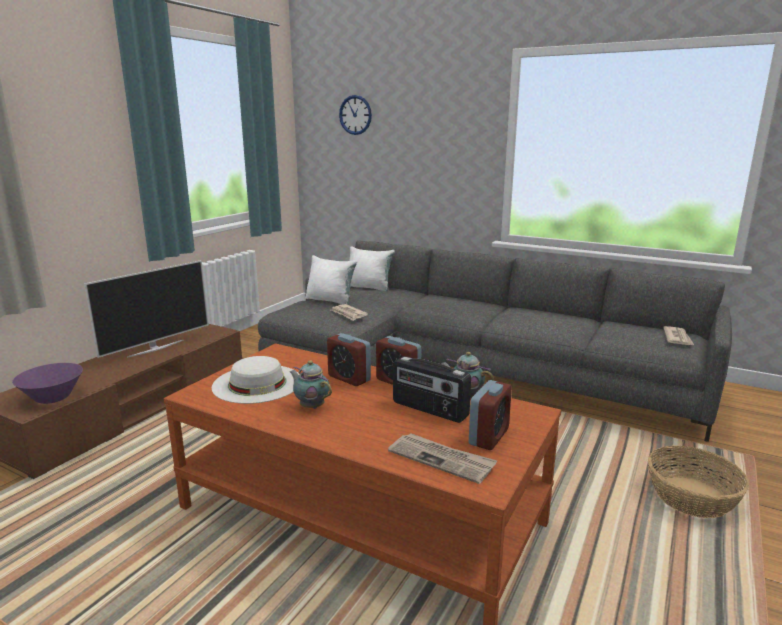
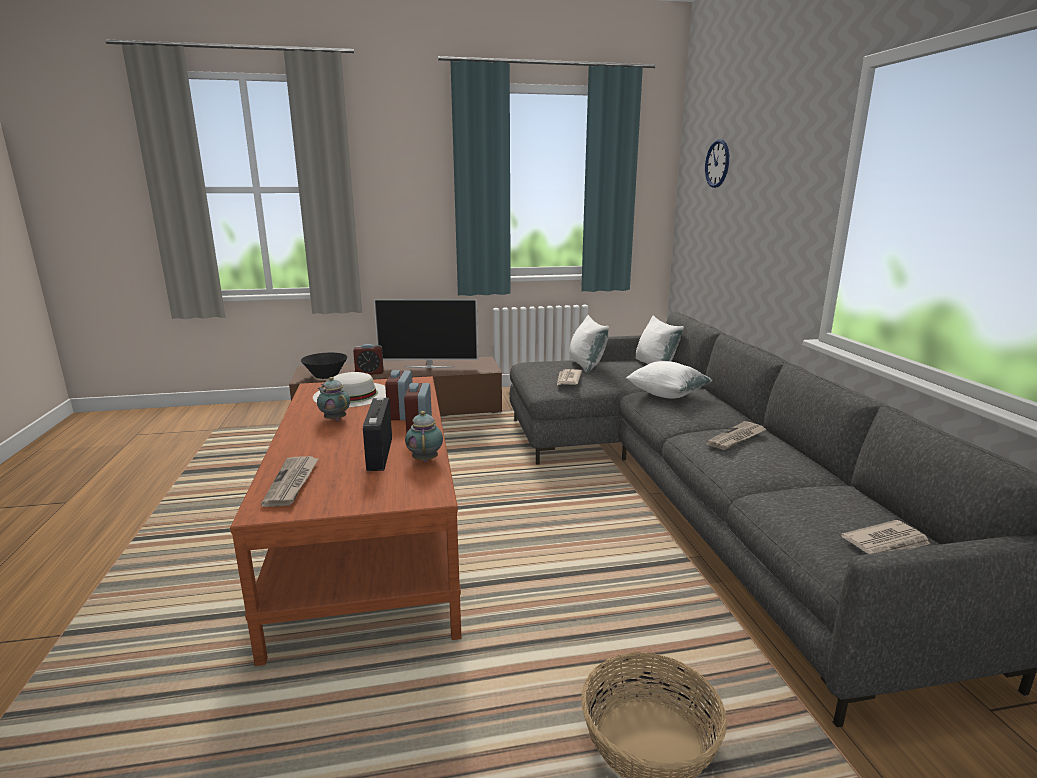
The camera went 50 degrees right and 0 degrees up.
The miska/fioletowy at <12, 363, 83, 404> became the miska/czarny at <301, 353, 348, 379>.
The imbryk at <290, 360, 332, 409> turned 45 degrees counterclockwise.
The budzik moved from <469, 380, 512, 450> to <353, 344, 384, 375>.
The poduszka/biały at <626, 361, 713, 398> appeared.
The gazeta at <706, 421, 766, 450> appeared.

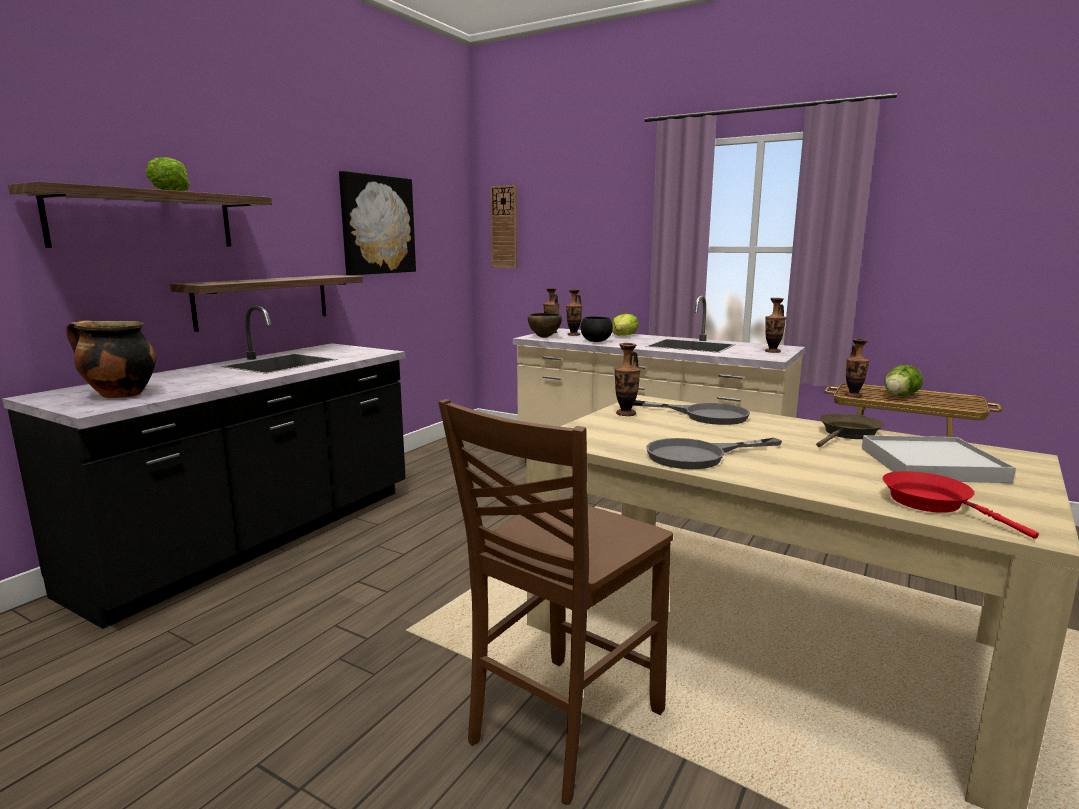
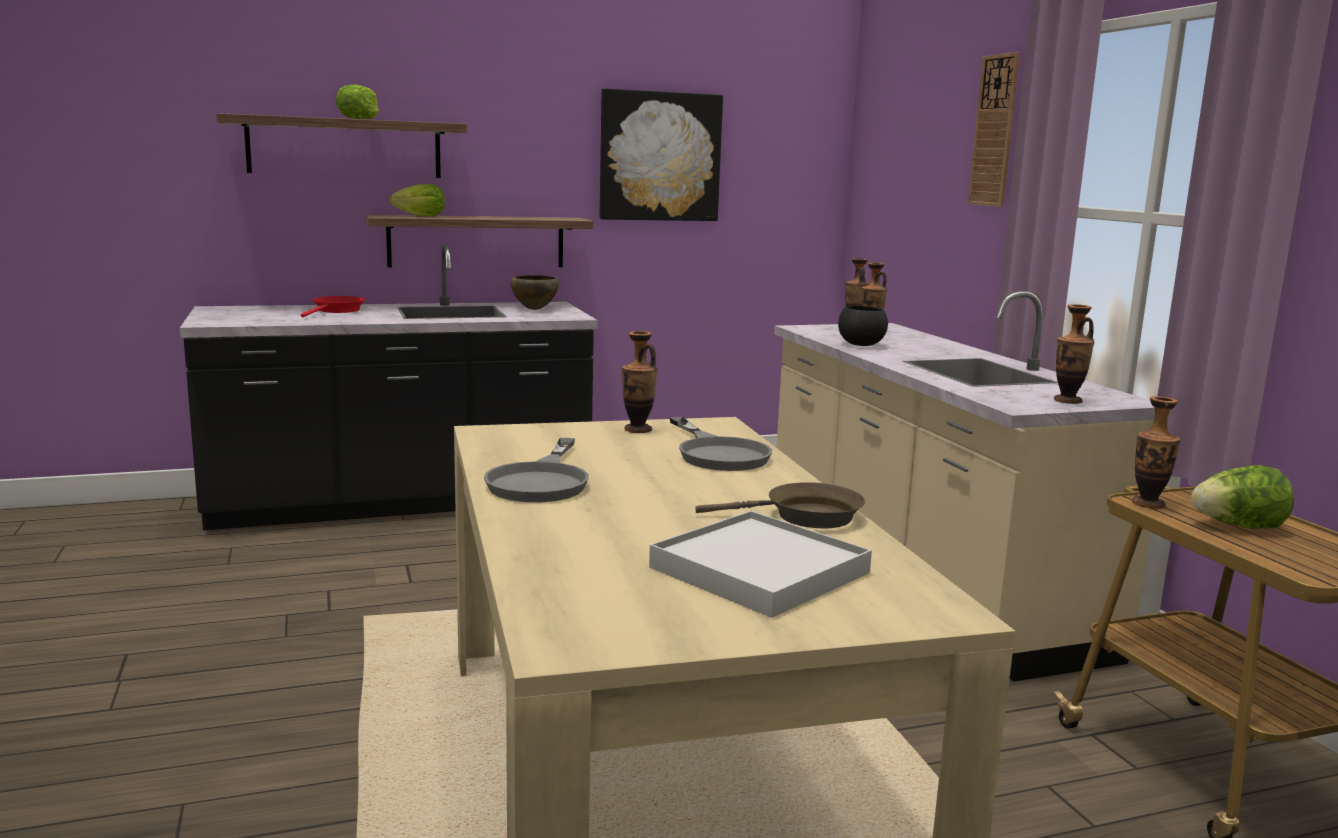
The camera went 40 degrees right and 0 degrees up.
The patelnia/czerwony moved from <883, 471, 1039, 539> to <301, 296, 366, 318>.
The sałata moved from <612, 314, 639, 336> to <390, 184, 445, 216>.
The patelnia/szary at <646, 438, 782, 469> turned 105 degrees counterclockwise.
The miska/brązowy moved from <528, 313, 562, 338> to <511, 275, 559, 310>.
The zegar ścienny moved from <490, 185, 517, 268> to <968, 52, 1020, 207>.
The garnek at <66, 320, 156, 398> disappeared.
The krzesło/brązowy at <438, 399, 673, 805> disappeared.

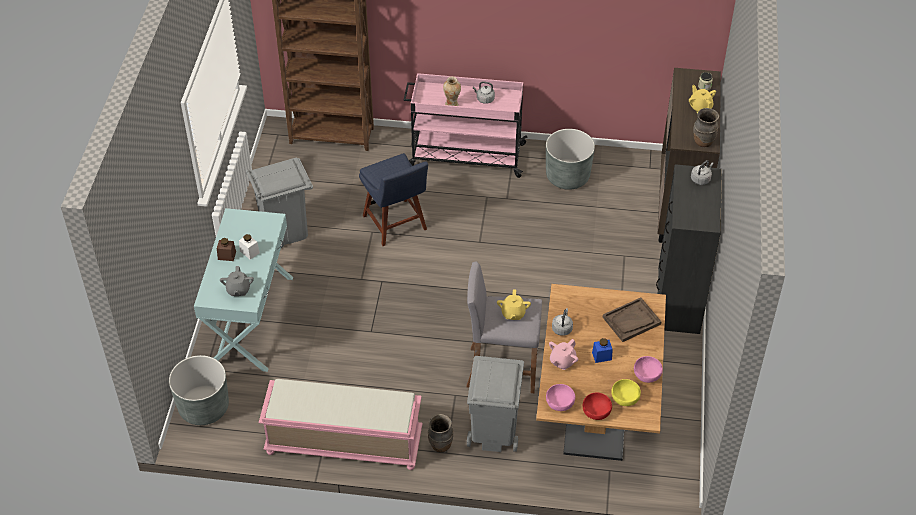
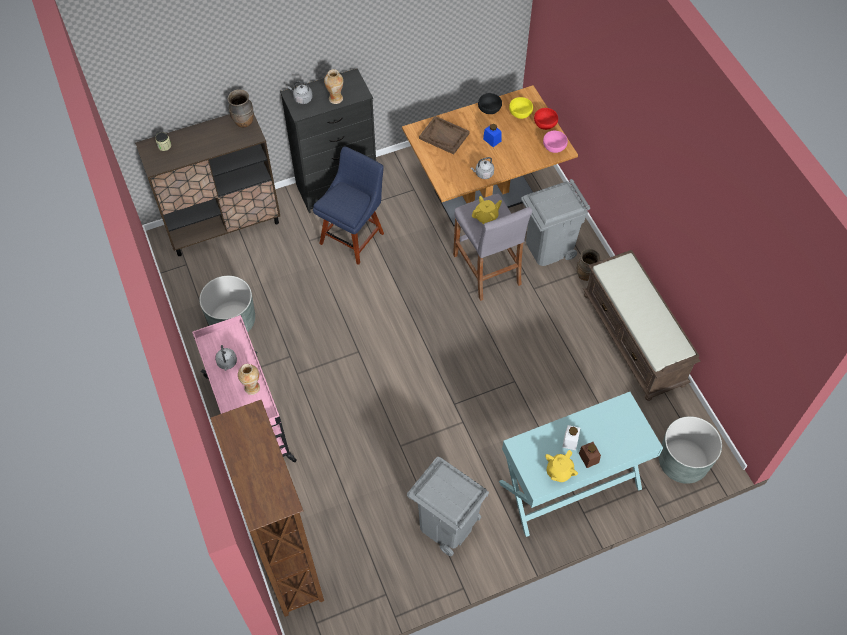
The camera went 120 degrees left and 10 degrees up.
The krzesło/niebieski moved from <359, 153, 428, 246> to <313, 146, 384, 265>.
The wazon at <324, 69, 343, 104> appeared.
The miska/różowy at <634, 356, 663, 383> became the miska/czarny at <478, 93, 502, 114>.
The imbryk/żółty moved from <689, 85, 716, 113> to <545, 450, 578, 482>.
The ławka/różowy at <259, 379, 423, 470> became the ławka/brązowy at <583, 250, 700, 401>.
The imbryk/szary at <220, 266, 254, 296> disappeared.
The imbryk/różowy at <549, 339, 578, 370> disappeared.

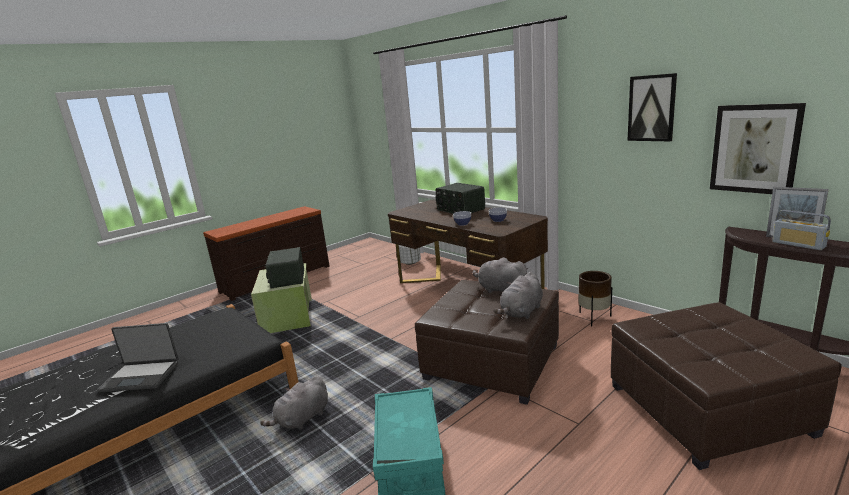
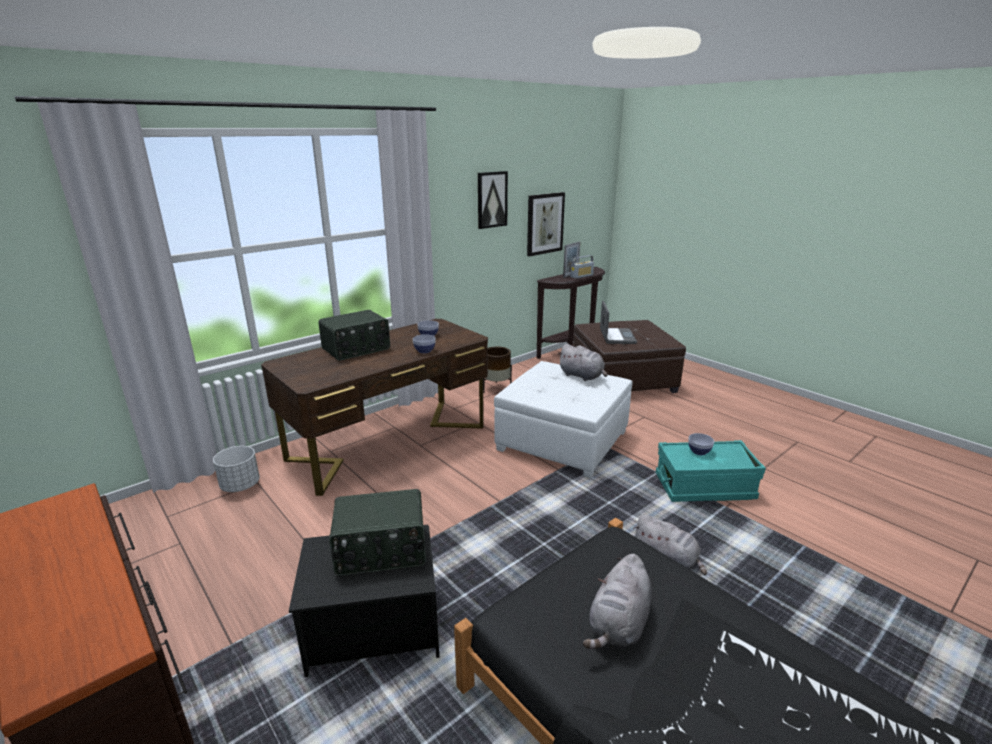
The camera went 90 degrees left and 5 degrees up.
The pojemnik do przechowywania/zielony at <251, 263, 312, 333> became the pojemnik do przechowywania/czarny at <289, 525, 439, 677>.
The pufa/brązowy at <415, 280, 559, 405> became the pufa/biały at <494, 361, 632, 478>.
The pluszak/szary moved from <472, 258, 528, 293> to <583, 554, 652, 649>.
The laptop moved from <97, 323, 178, 392> to <600, 301, 637, 344>.
The miska at <688, 433, 714, 455> appeared.

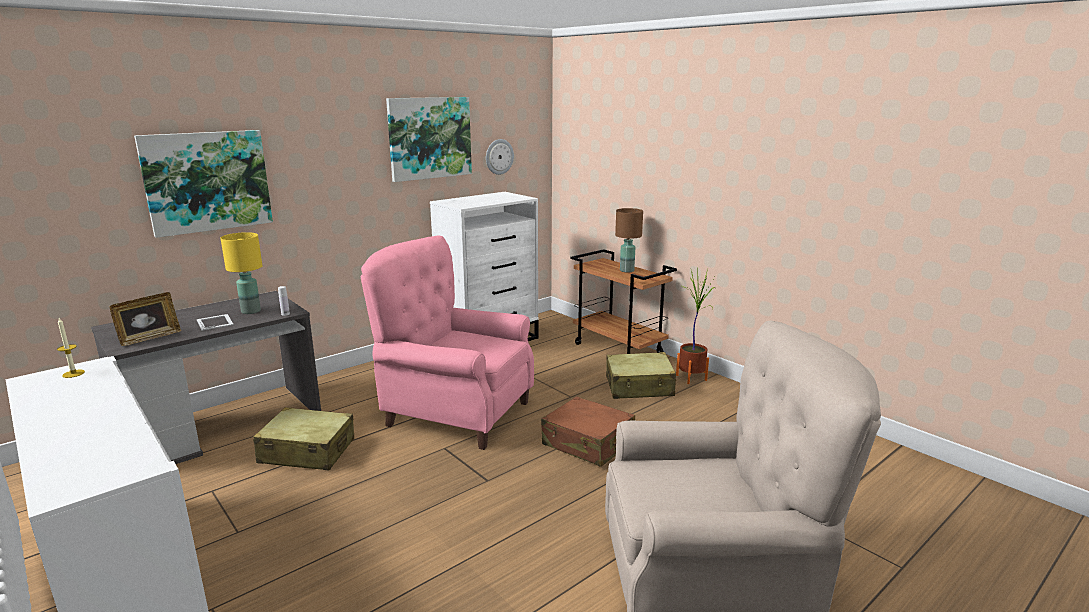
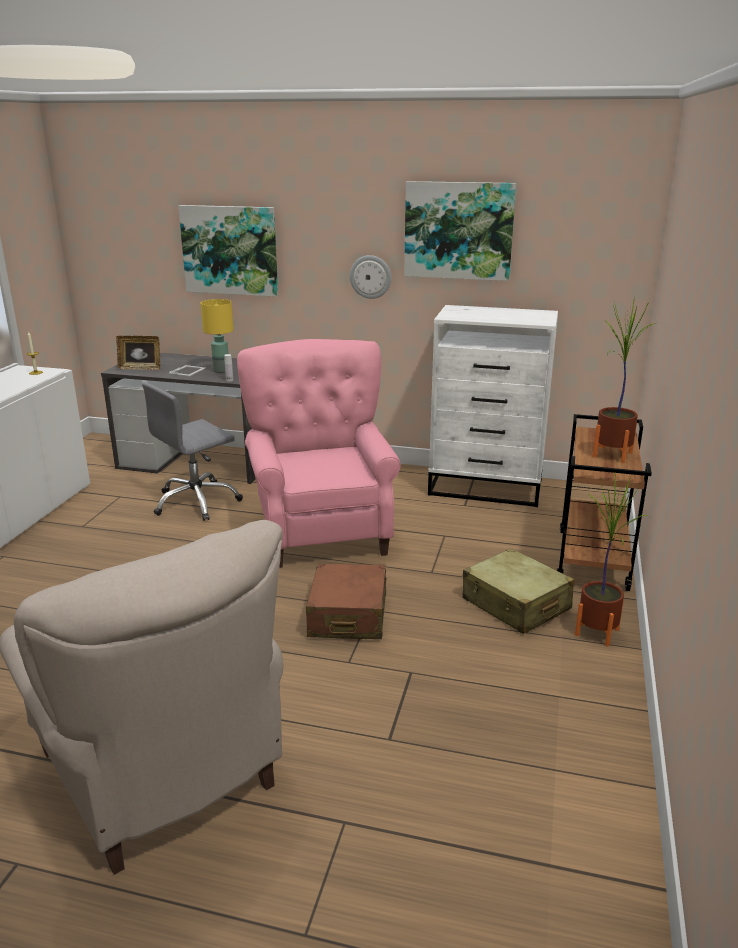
The camera went 55 degrees right and 5 degrees up.
The walizka/beżowy at <253, 407, 354, 470> was replaced by the krzesło biurowe/szary at <142, 382, 243, 521>.
The zegar ścienny moved from <486, 139, 514, 175> to <350, 255, 391, 299>.
The lampa stołowa/brązowy at <615, 208, 643, 273> was replaced by the roślina doniczkowa at <593, 297, 658, 463>.

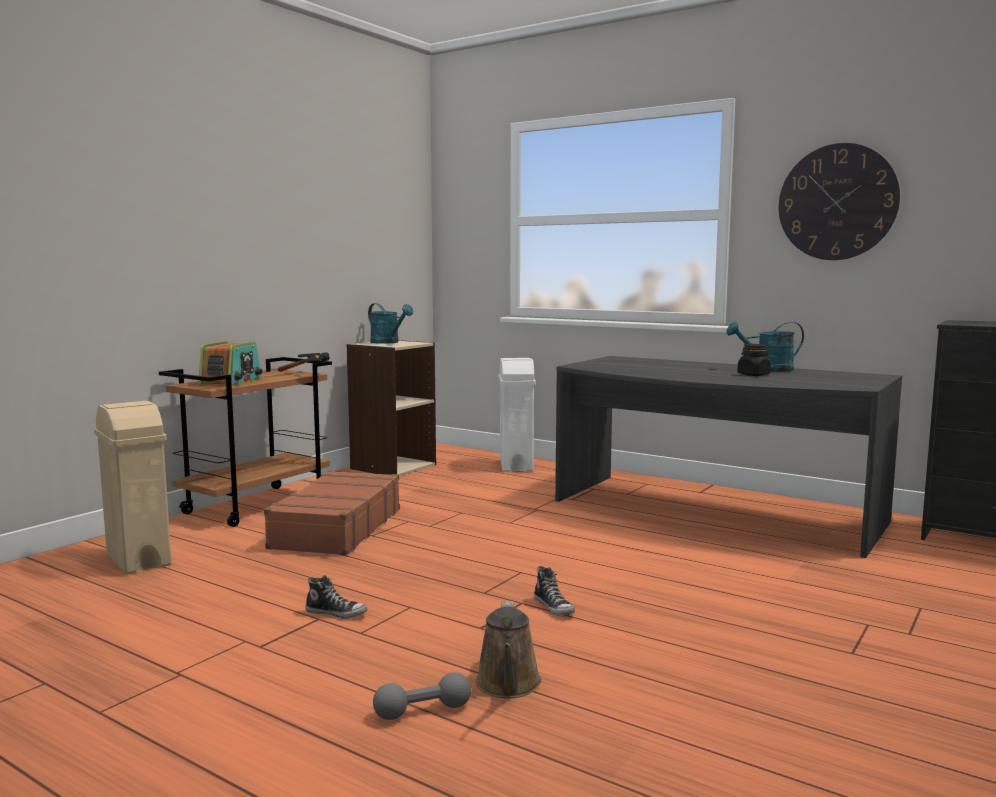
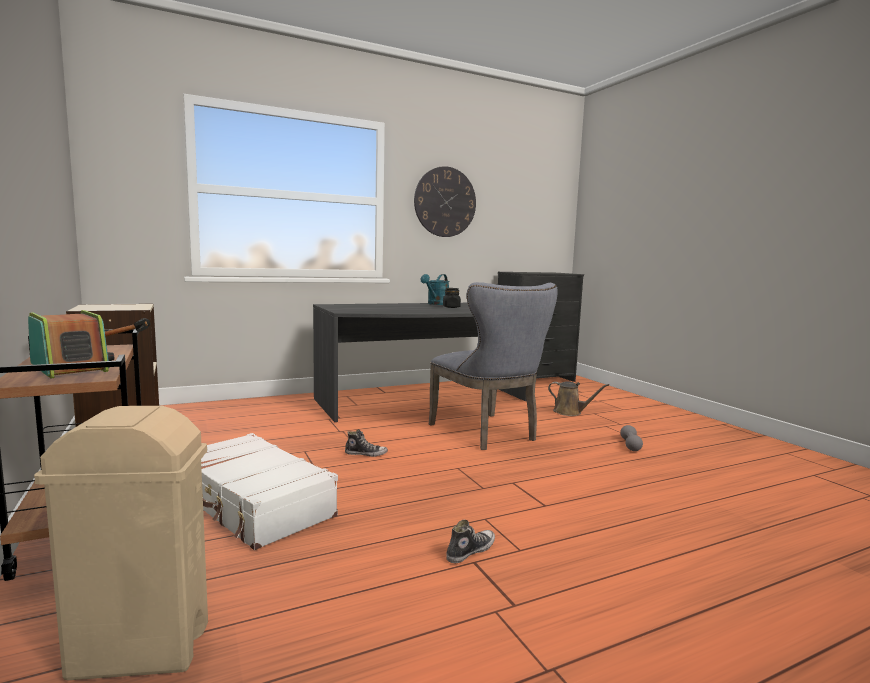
The camera went 60 degrees left and 0 degrees up.
The walizka/brązowy at <264, 470, 400, 555> became the walizka/biały at <201, 433, 338, 550>.
The but moved from <534, 566, 575, 615> to <345, 429, 388, 457>.
The krzesło/szary at <429, 282, 558, 450> appeared.
The konewka/brązowy moved from <476, 601, 541, 698> to <548, 381, 609, 416>.
The hantel/szary moved from <373, 672, 471, 720> to <620, 425, 643, 451>.
The konewka/turkusowy at <368, 303, 413, 344> disappeared.
The kosz na śmieci/biały at <498, 358, 536, 472> disappeared.

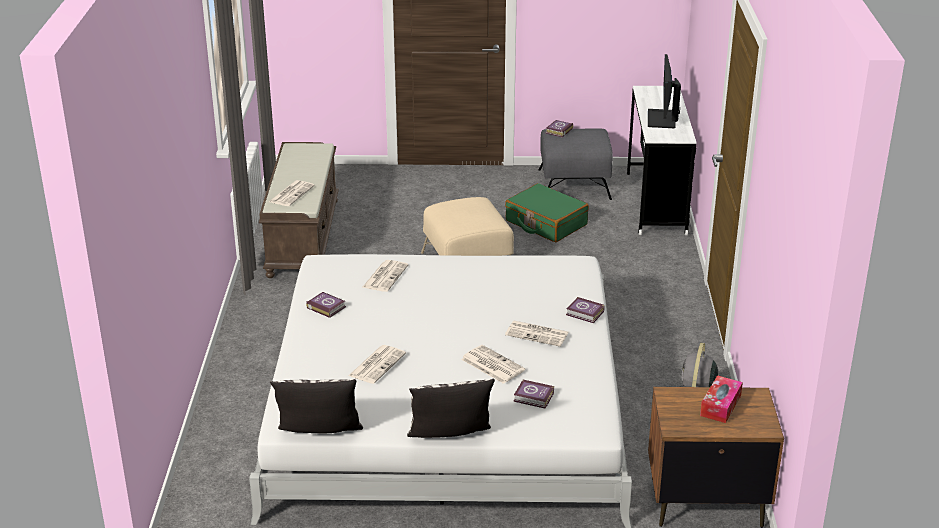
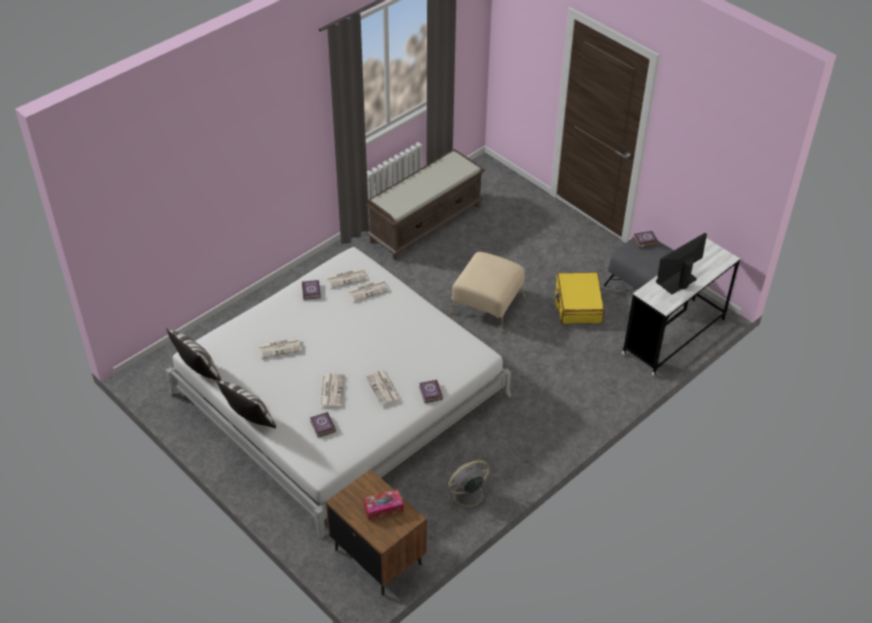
The camera went 45 degrees right and 15 degrees up.
The gazeta moved from <269, 180, 315, 206> to <325, 268, 367, 289>.
The walizka/zielony at <505, 183, 589, 242> became the walizka/żółty at <555, 272, 605, 324>.

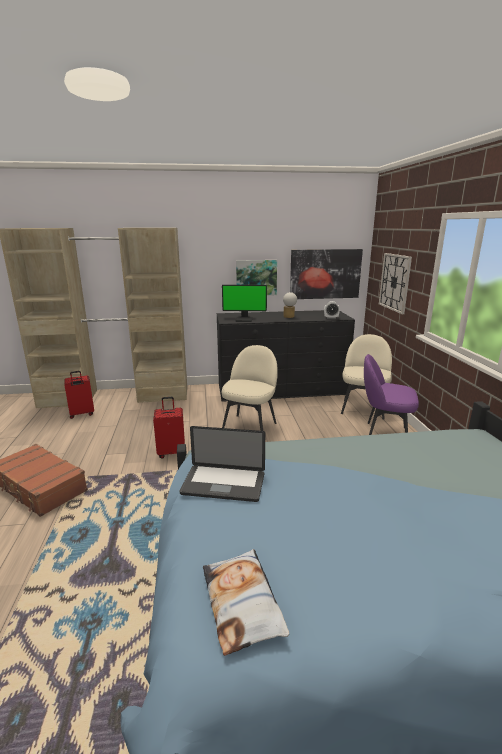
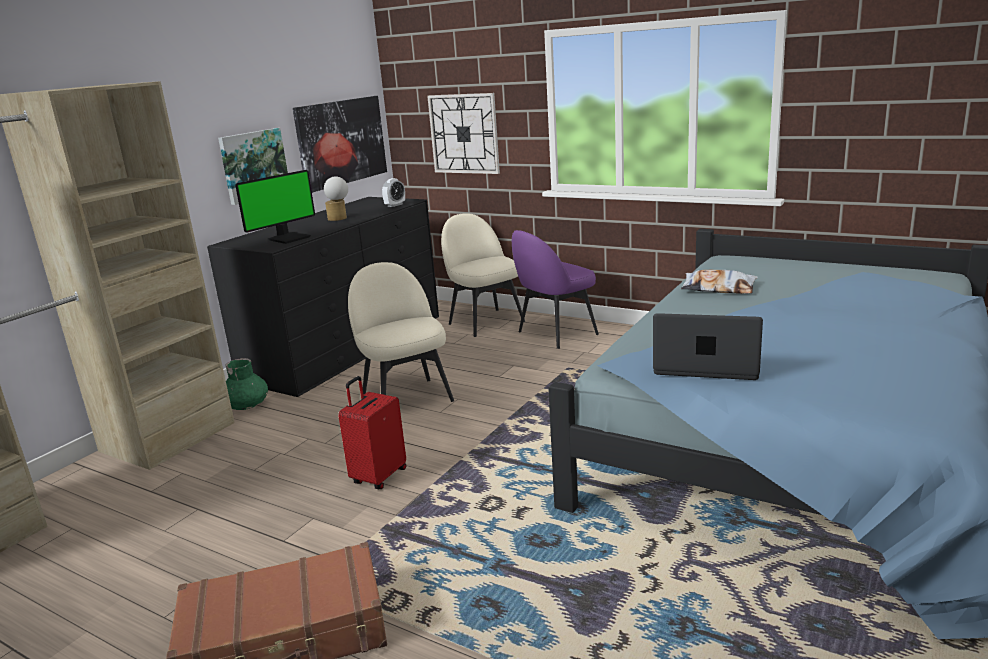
The camera went 50 degrees left and 0 degrees up.
The wazon/zielony at <225, 358, 268, 410> appeared.
The laptop at <180, 426, 265, 502> turned 120 degrees counterclockwise.
The poduszka moved from <203, 549, 289, 656> to <681, 270, 758, 294>.
The walizka/czerwony at <64, 371, 94, 419> disappeared.

